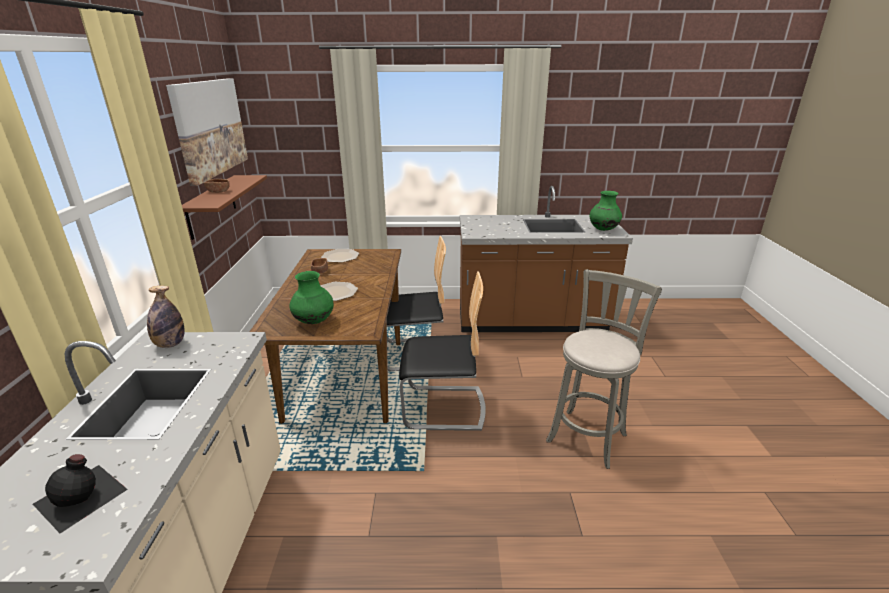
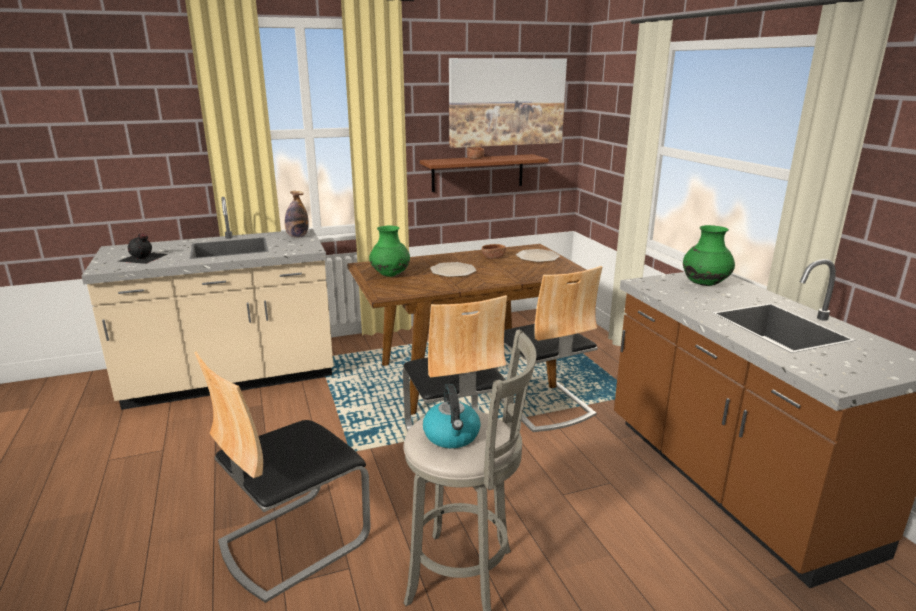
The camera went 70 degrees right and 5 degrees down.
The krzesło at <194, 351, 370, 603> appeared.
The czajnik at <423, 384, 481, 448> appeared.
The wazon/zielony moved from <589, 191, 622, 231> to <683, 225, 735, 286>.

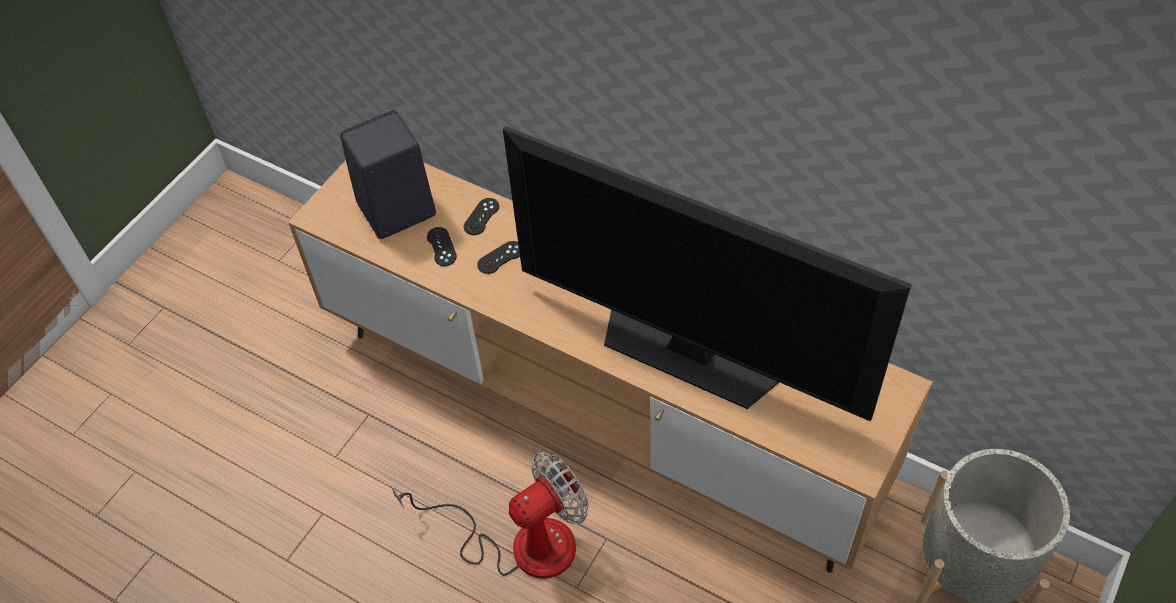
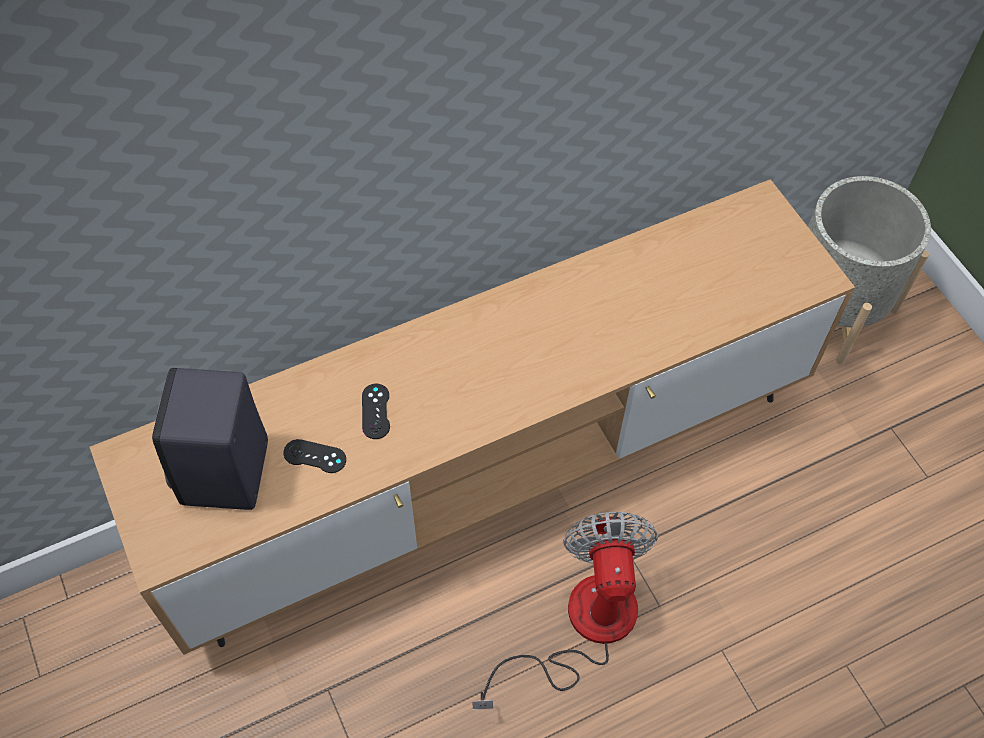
The camera went 60 degrees left and 5 degrees up.
The pad do gier/czarny at <463, 198, 499, 235> disappeared.
The telewizor at <503, 126, 912, 422> disappeared.

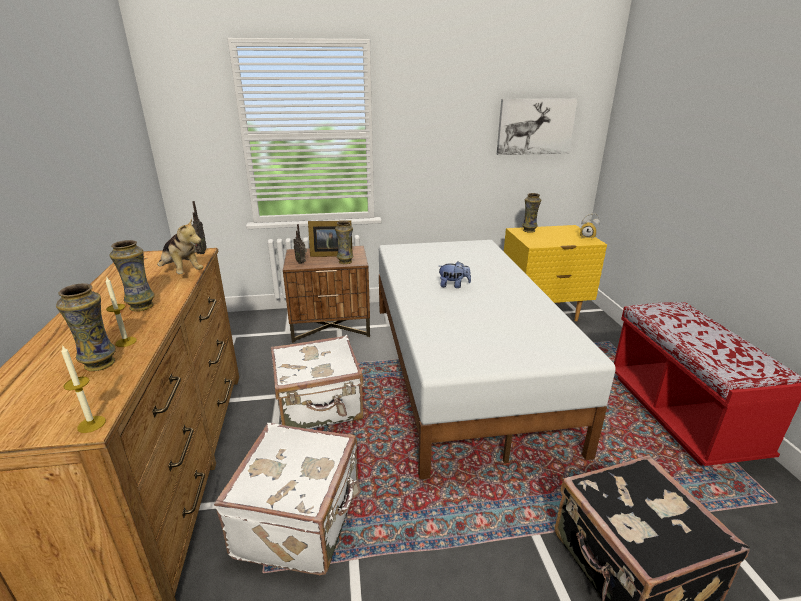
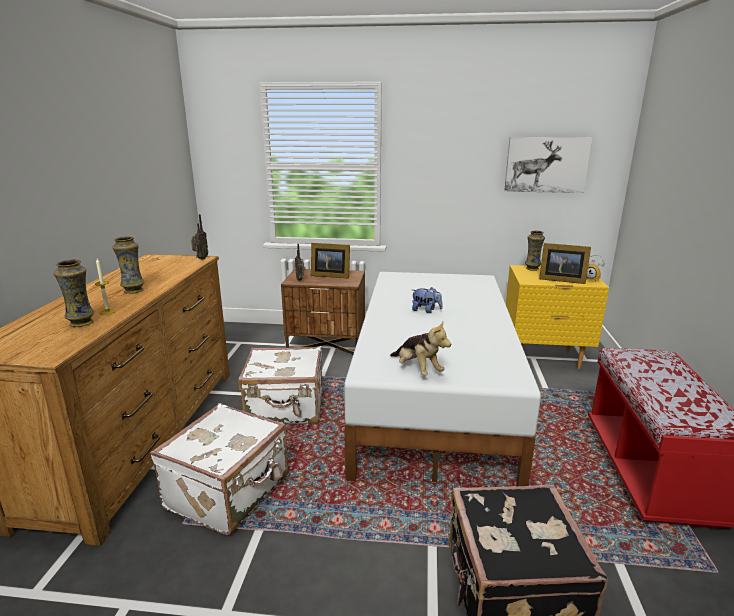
The camera went 15 degrees right and 5 degrees down.
The pluszak moved from <157, 218, 203, 274> to <390, 321, 451, 375>.
The ramka na zdjęcie at <539, 243, 591, 284> appeared.
The świeca at <61, 345, 106, 433> disappeared.
The wazon at <335, 221, 353, 264> disappeared.

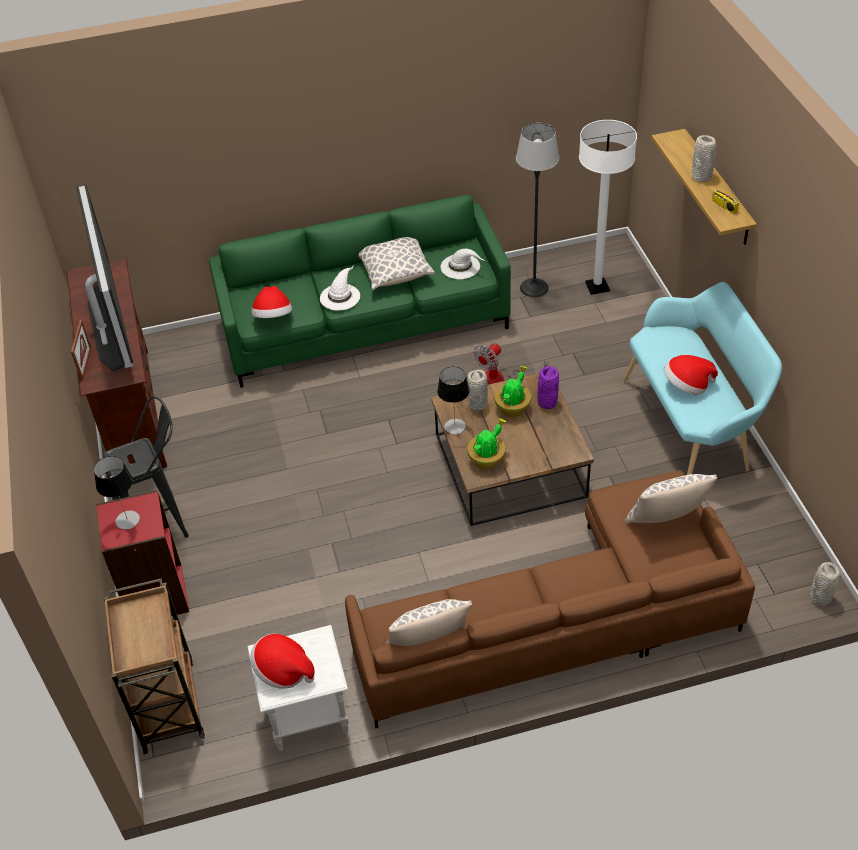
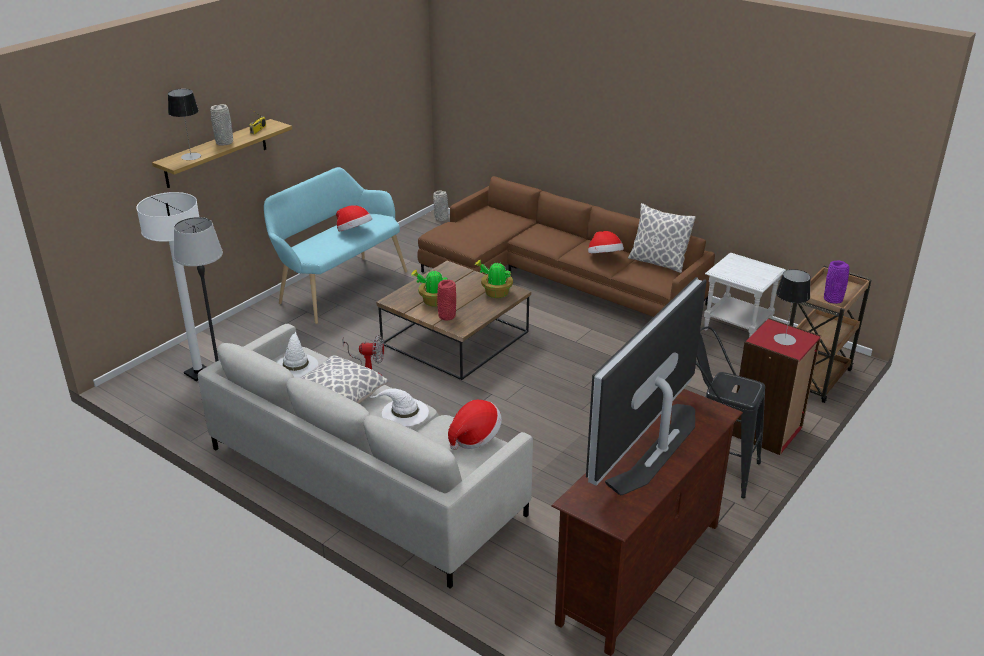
The camera went 130 degrees left and 15 degrees down.
The lampa stołowa moved from <437, 367, 470, 434> to <168, 89, 201, 160>.
The kanapa/zielony at <209, 195, 511, 388> became the kanapa/szary at <198, 324, 533, 589>.
The wazon/szary at <467, 370, 488, 411> became the wazon/czerwony at <437, 280, 456, 321>.
The kapelusz moved from <250, 634, 315, 689> to <588, 231, 624, 253>.
The wazon/fioletowy moved from <537, 366, 559, 409> to <824, 261, 849, 304>.
The ramka na zdjęcie at <71, 320, 91, 380> disappeared.
The poduszka at <625, 474, 717, 524> disappeared.

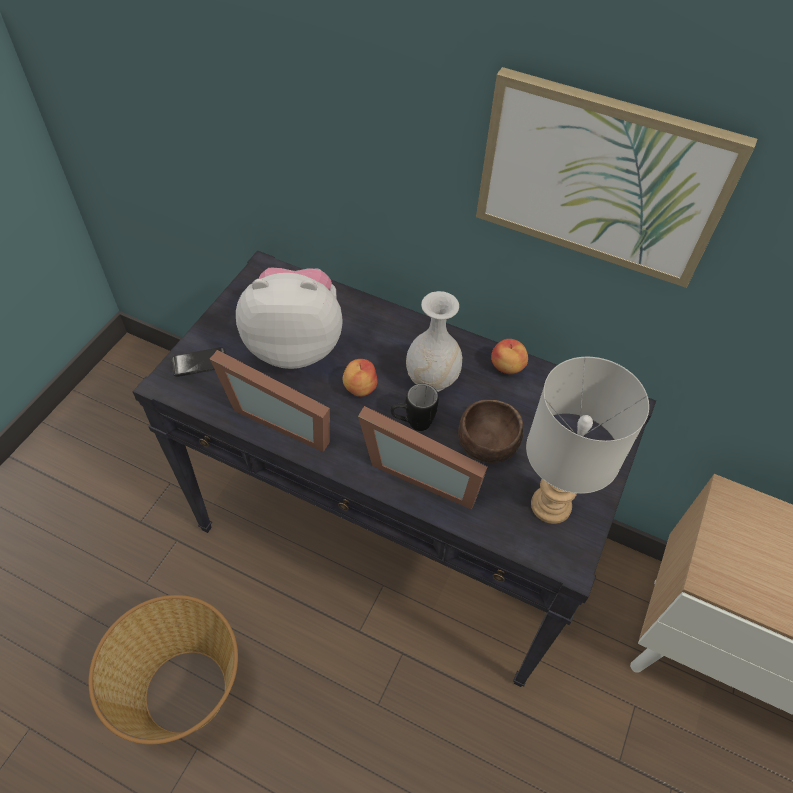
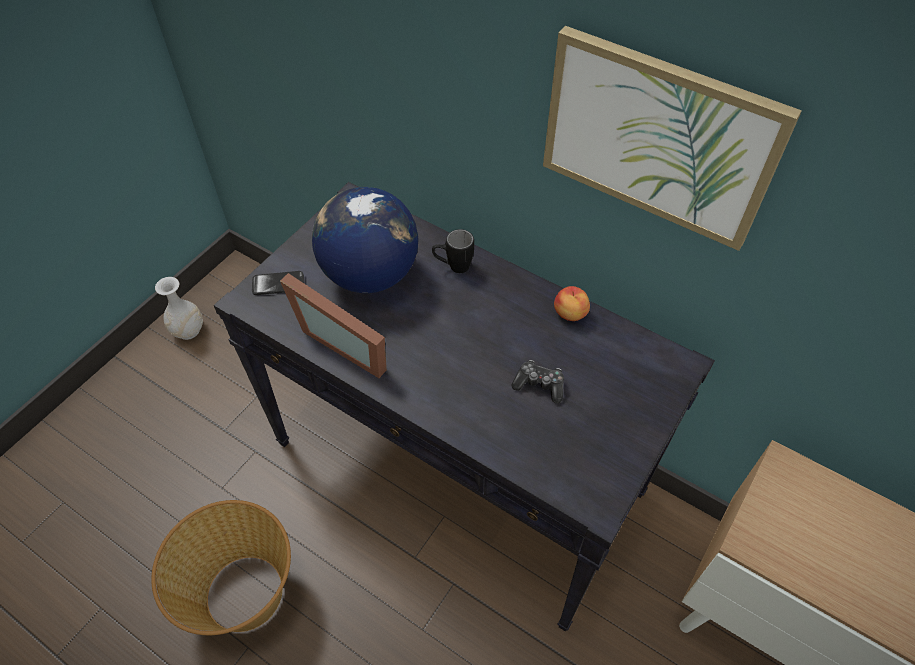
The camera went 10 degrees right and 0 degrees up.
The wazon/biały moved from <406, 291, 462, 392> to <155, 277, 203, 340>.
The pluszak at <236, 267, 343, 369> was replaced by the globus at <312, 187, 418, 293>.
The kubek/czarny moved from <391, 383, 439, 431> to <432, 229, 474, 273>.
The miska/brązowy at <458, 400, 523, 463> was replaced by the pad do gier at <512, 360, 564, 403>.
The jabłko at <343, 359, 377, 397> disappeared.
The ramka na zdjęcie at <358, 406, 487, 509> disappeared.
The lampa stołowa/szary at <526, 357, 649, 524> disappeared.

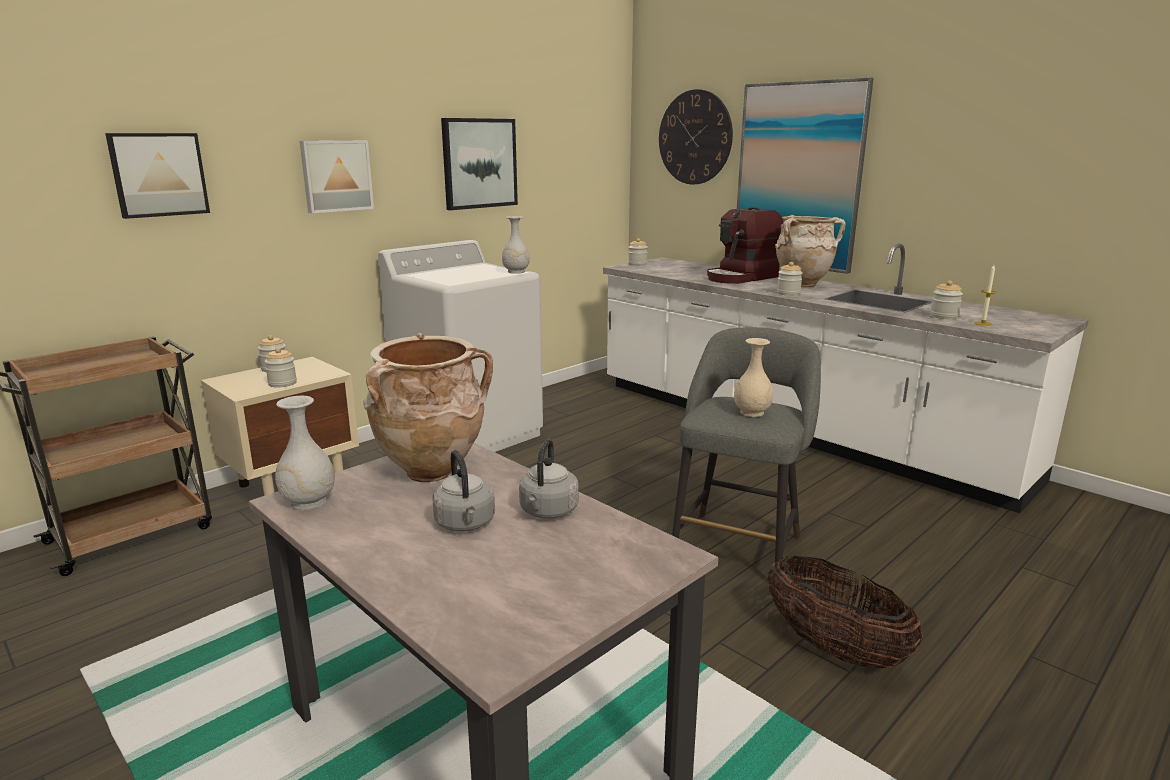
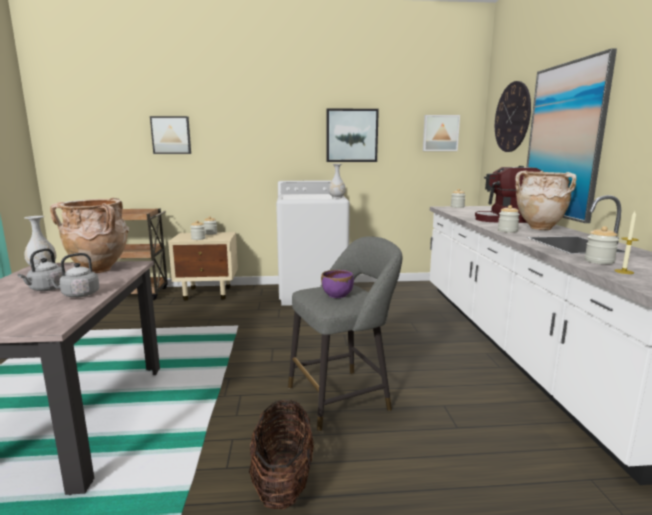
The camera went 40 degrees right and 5 degrees down.
The wazon/beżowy at <734, 338, 773, 417> was replaced by the miska/fioletowy at <321, 270, 354, 298>.
The obraz moved from <300, 141, 374, 213> to <423, 115, 460, 151>.

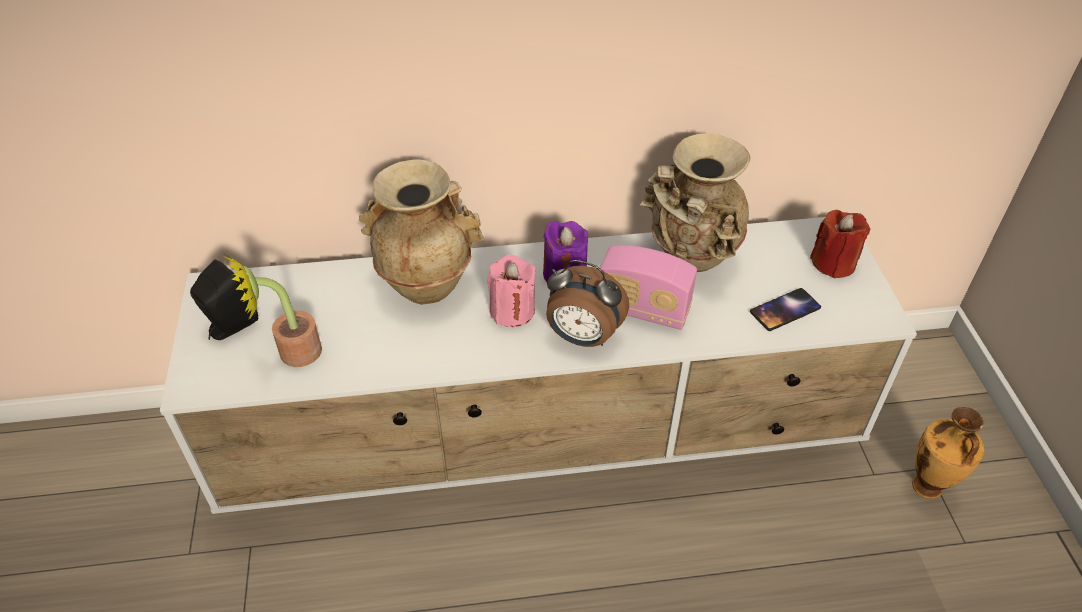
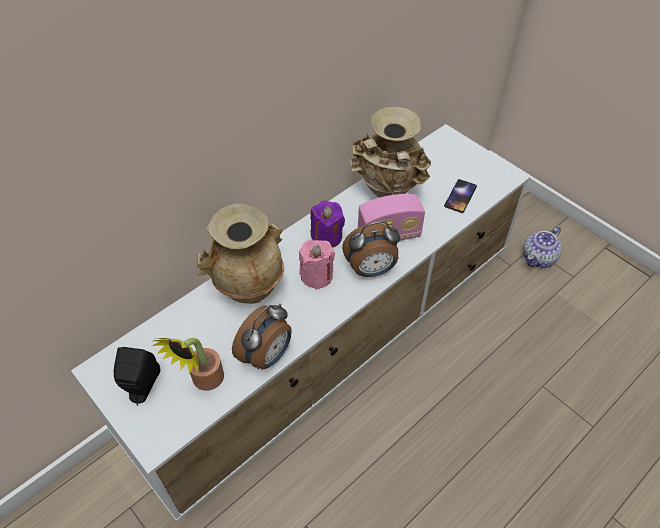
The camera went 35 degrees left and 5 degrees up.
The budzik at <232, 304, 292, 369> appeared.
The wazon at <912, 407, 984, 499> was replaced by the imbryk at <523, 226, 562, 268>.
The świeca/czerwony at <810, 210, 870, 278> disappeared.

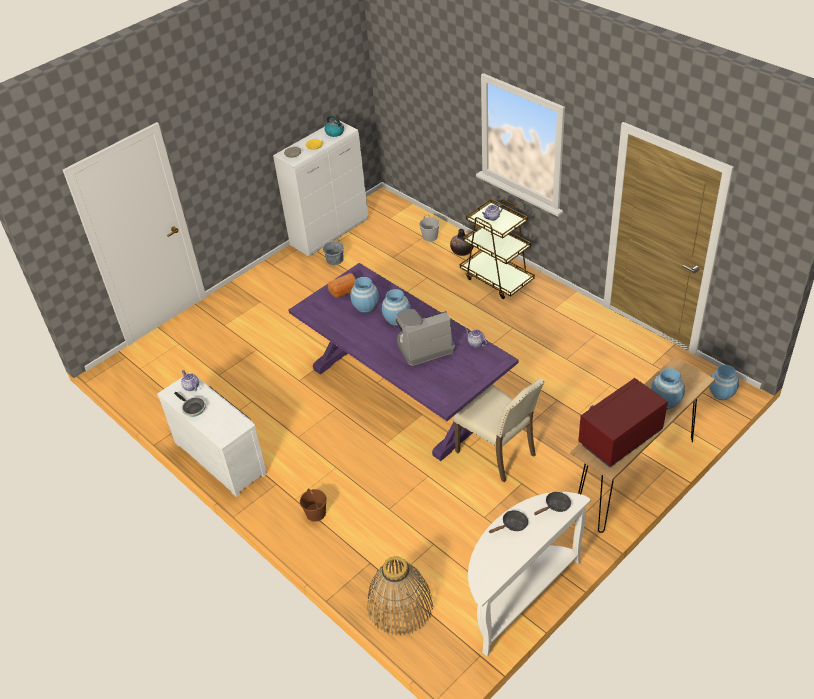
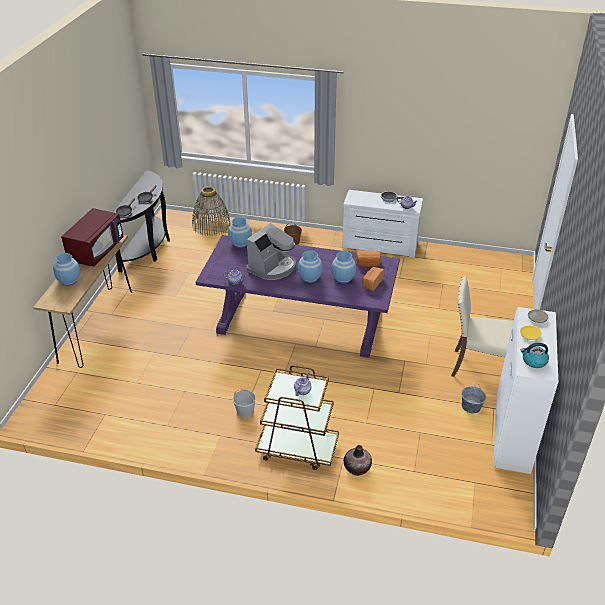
The camera went 145 degrees right and 5 degrees down.
The stolik konsolowy/biały at <468, 492, 591, 657> became the stolik konsolowy/czarny at <113, 171, 170, 272>.
The wazon/niebieski moved from <709, 365, 739, 400> to <228, 217, 252, 248>.
The wiadro/biały moved from <419, 215, 440, 242> to <233, 390, 256, 418>.
The chleb at <356, 250, 381, 267> appeared.
The krzesło/beżowy moved from <453, 378, 545, 482> to <451, 277, 513, 377>.

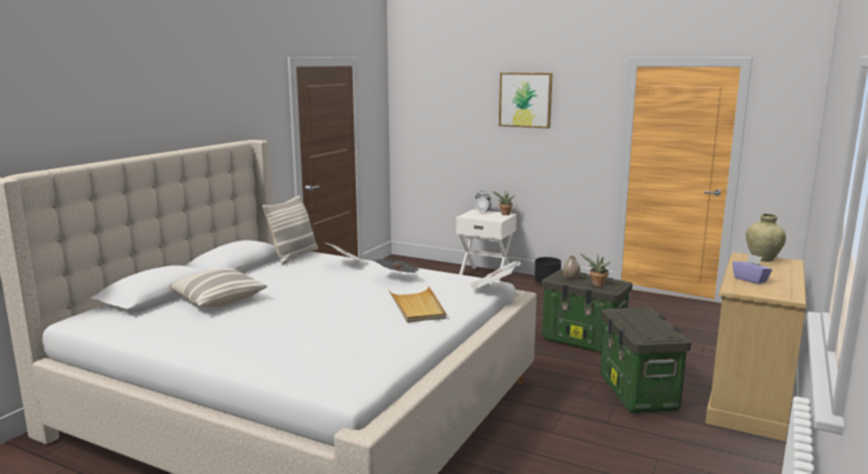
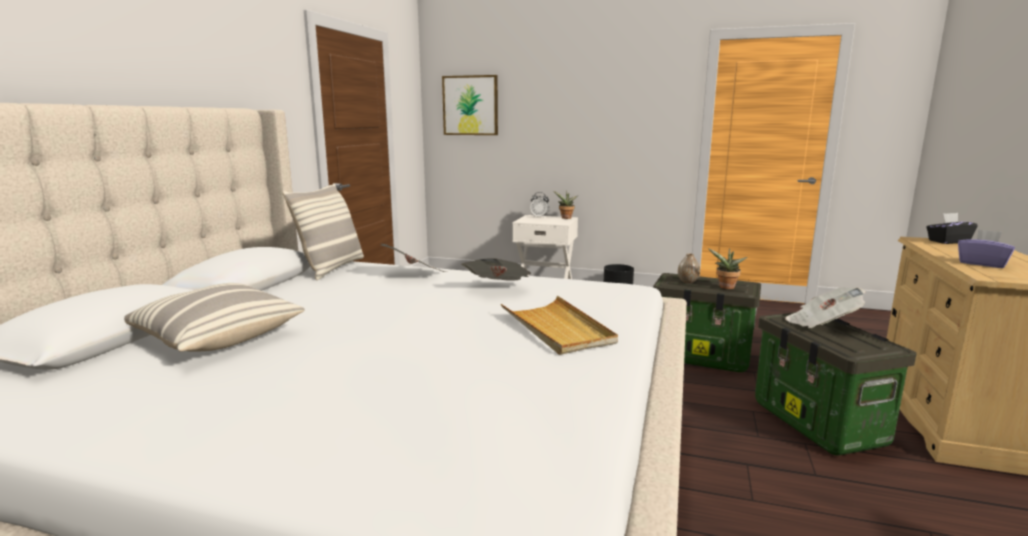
The camera went 10 degrees left and 0 degrees up.
The obraz moved from <499, 72, 553, 128> to <442, 75, 498, 135>.
The gazeta moved from <470, 261, 520, 290> to <785, 287, 866, 328>.
The wazon/beżowy at <746, 214, 786, 262> was replaced by the pudełko chusteczek/czarny at <926, 213, 977, 244>.

